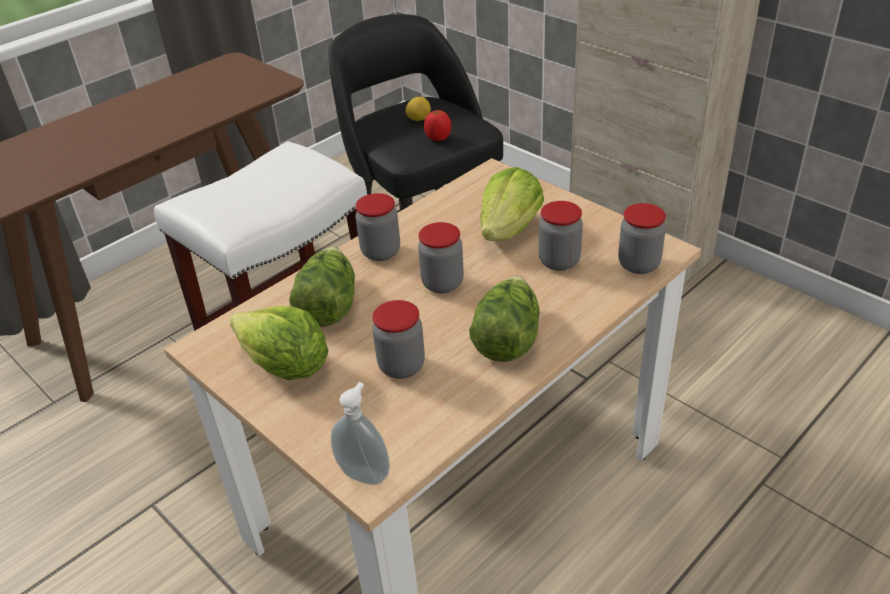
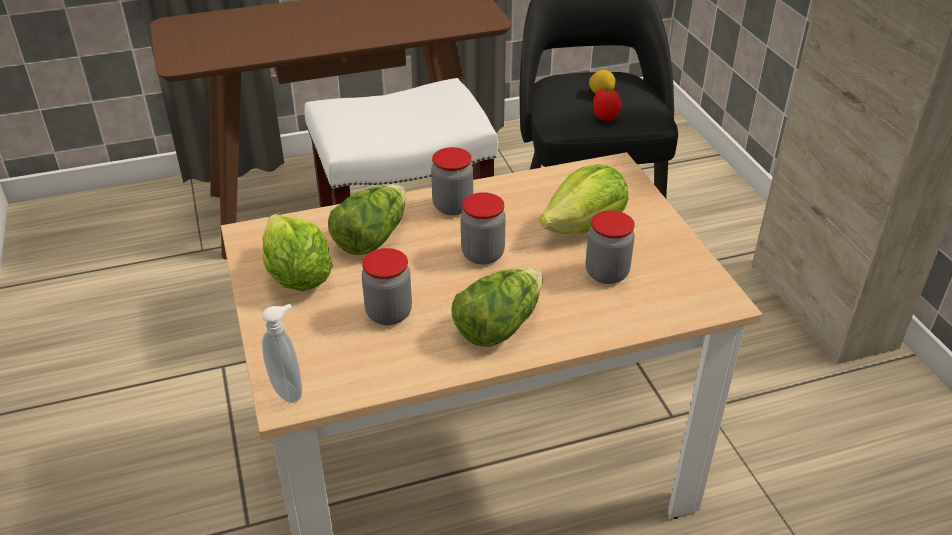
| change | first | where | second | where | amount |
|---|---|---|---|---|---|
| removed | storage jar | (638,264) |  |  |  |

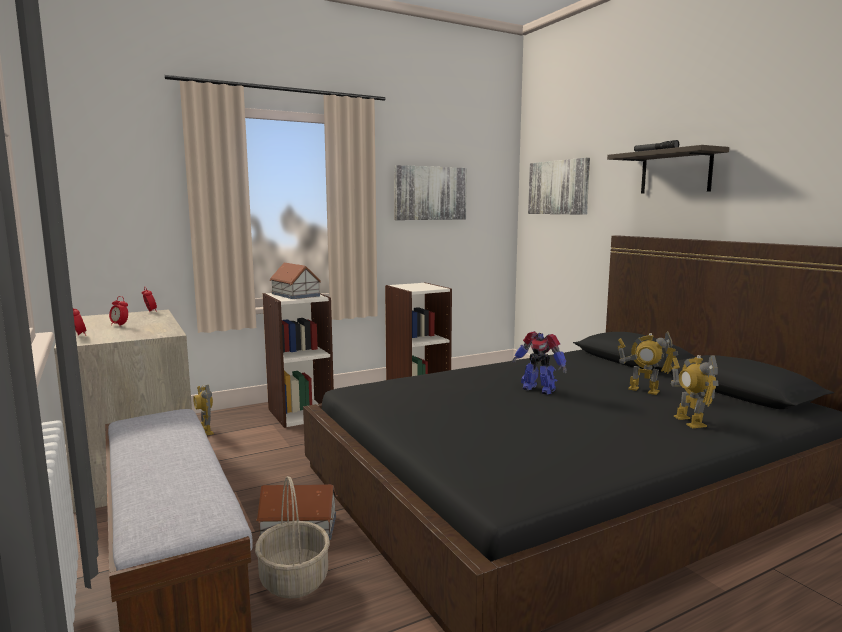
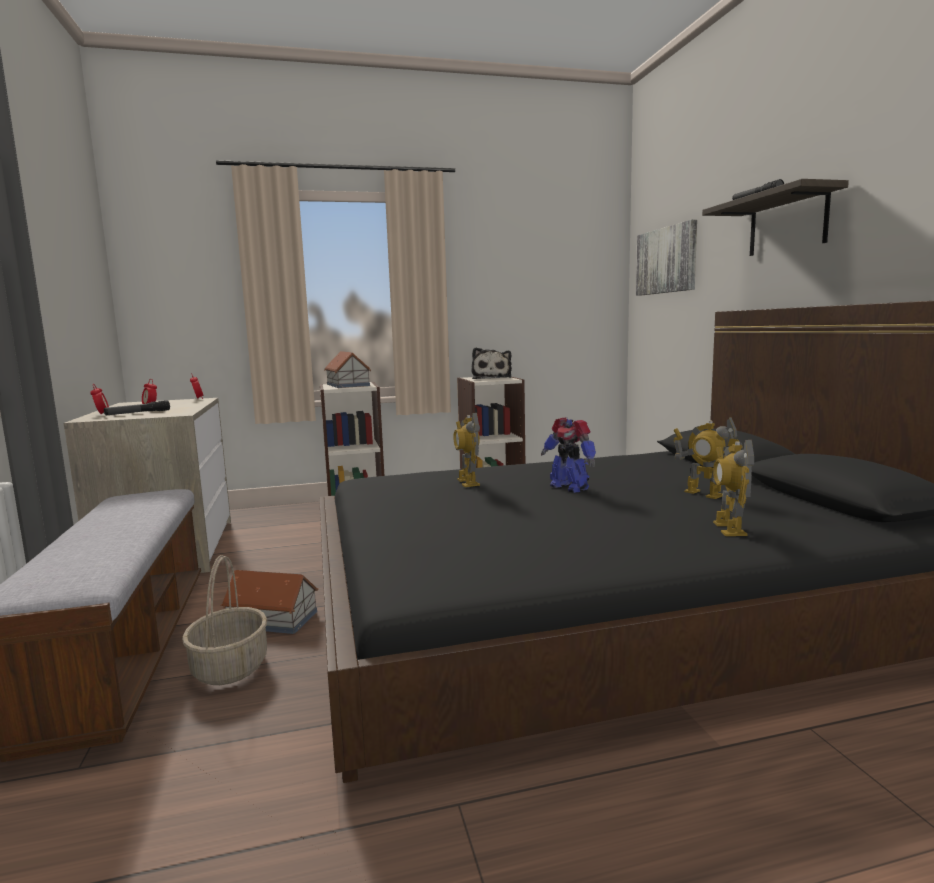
| change | first | where | second | where | amount |
|---|---|---|---|---|---|
| removed | wall art | (430,193) |  |  |  |
| added |  |  | hand torch | (138,413) |  |
| added |  |  | cuddly toy | (492,378) |  |
| moved | toy robot | (205,431) |  | (467,482) |  |

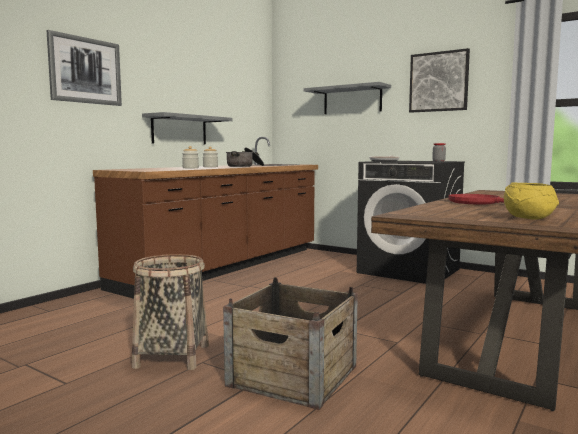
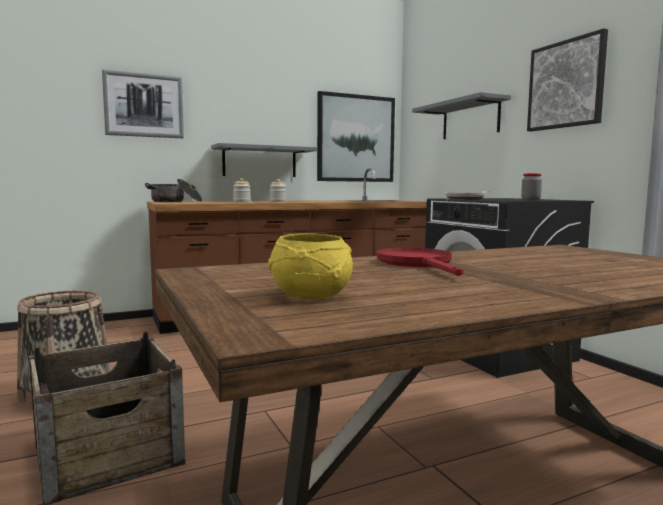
| change | first | where | second | where | amount |
|---|---|---|---|---|---|
| added |  |  | wall art | (355,138) |  |
| moved | saucepot | (245,166) |  | (175,201) |  |

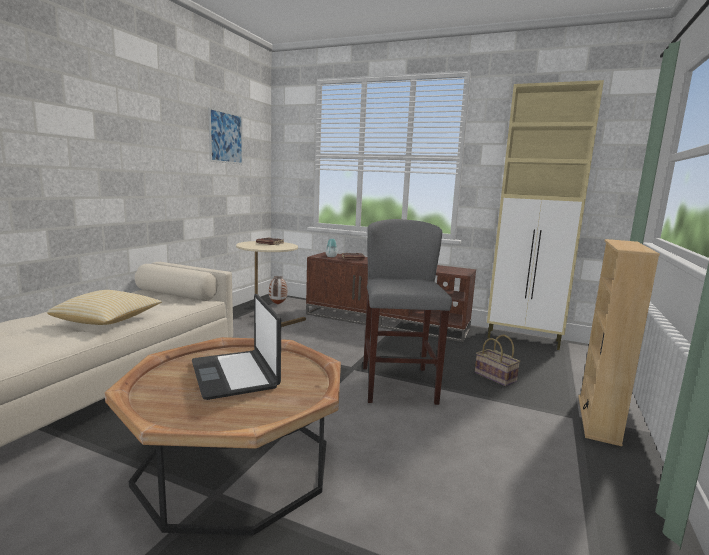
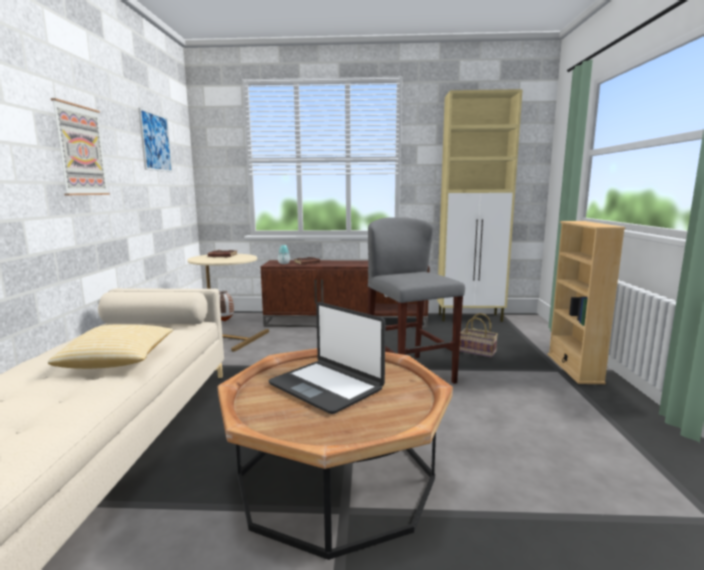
| change | first | where | second | where | amount |
|---|---|---|---|---|---|
| added |  |  | wall art | (80,151) |  |

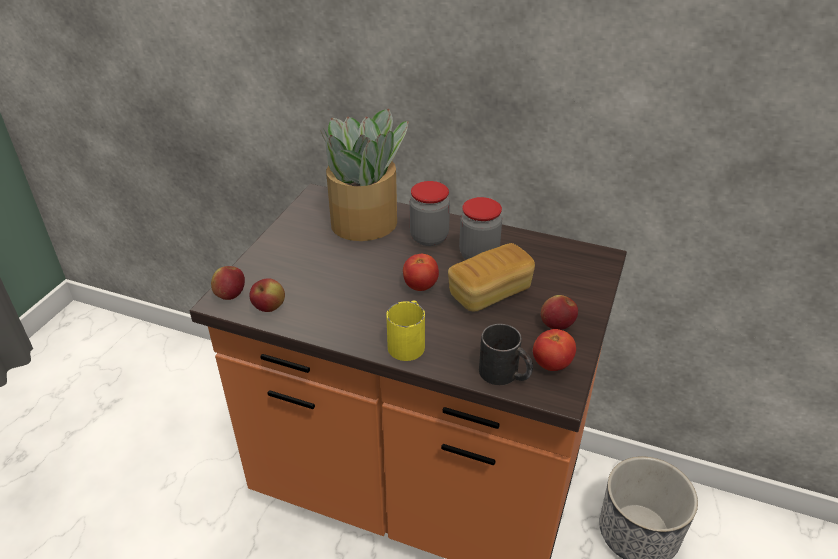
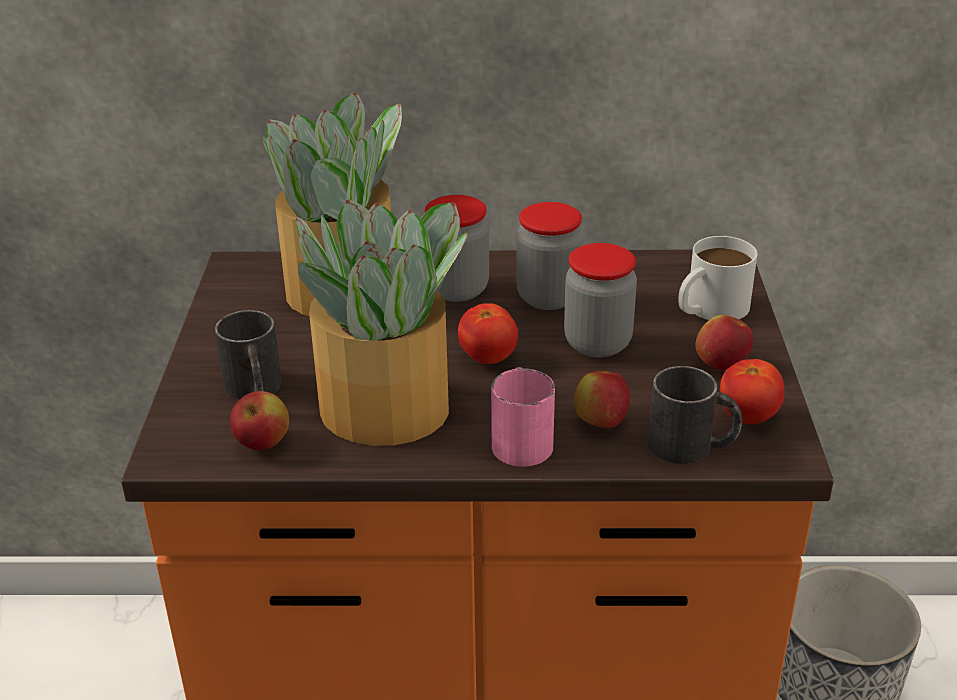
| change | first | where | second | where | amount |
|---|---|---|---|---|---|
| added |  |  | mug (black-coloured) | (255,390) |  |
| added |  |  | plant in a pot | (387,410) |  |
| added |  |  | mug (white) | (709,309) |  |
| moved | whole apple | (230,295) |  | (600,422) |  |
| replaced | bakery bread | (490,292) | storage jar | (597,343) |  |
| recoloured | mug (yellow) | (408,342) | mug (pinkish) | (521,438) |  |

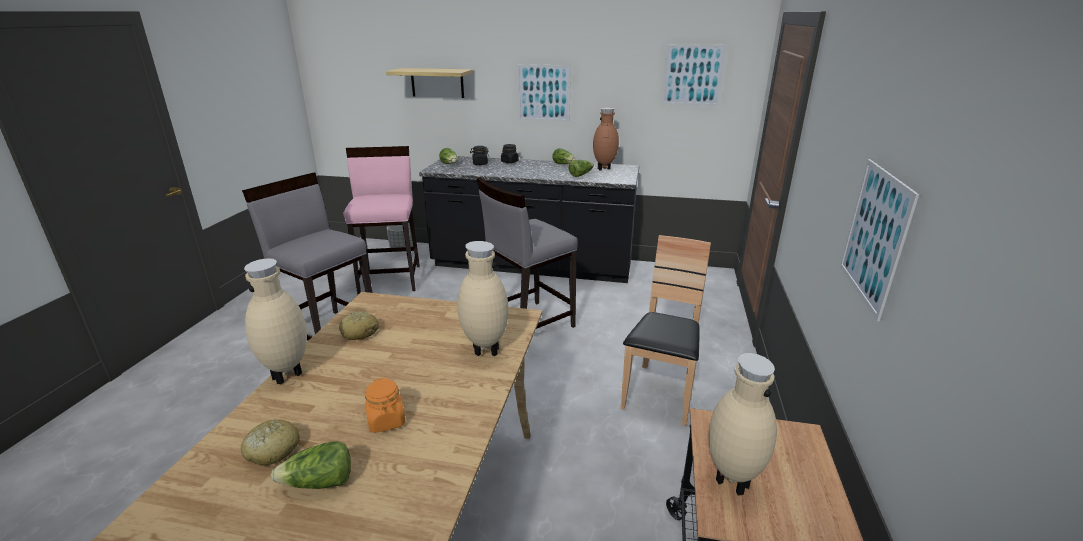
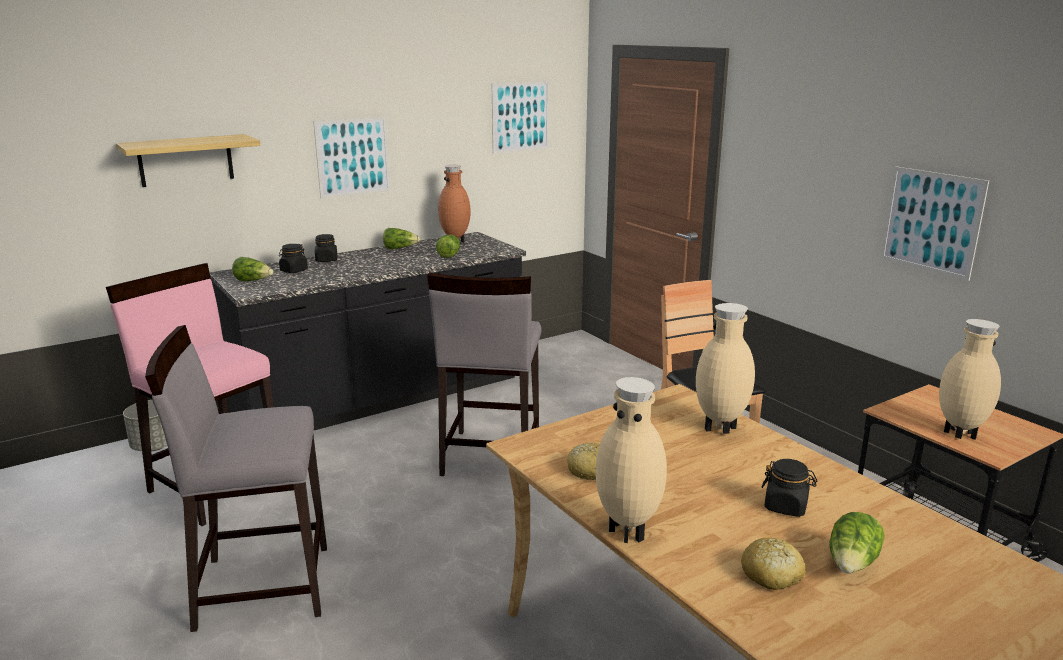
| change | first | where | second | where | amount |
|---|---|---|---|---|---|
| recoloured | storage jar (orange-coloured) | (386,421) | storage jar (black-coloured) | (786,506) |  |

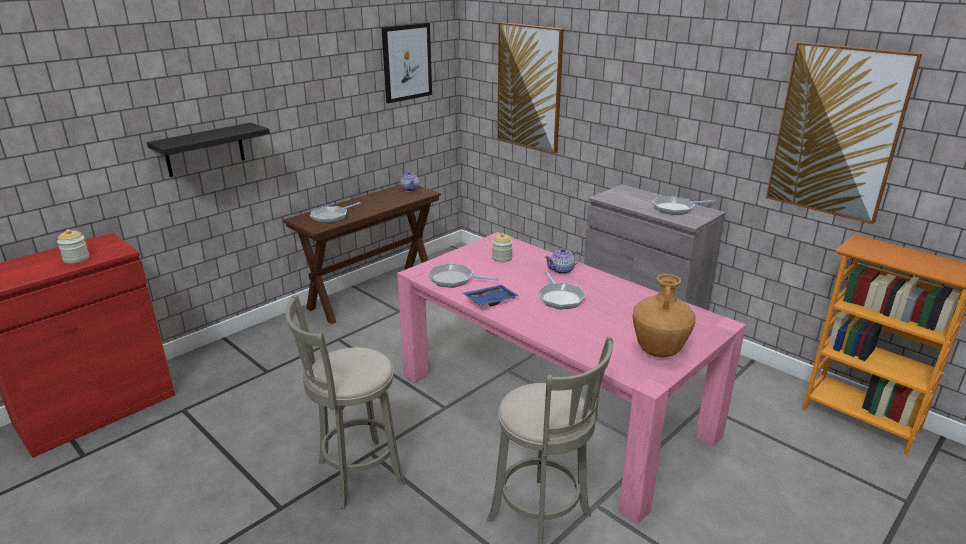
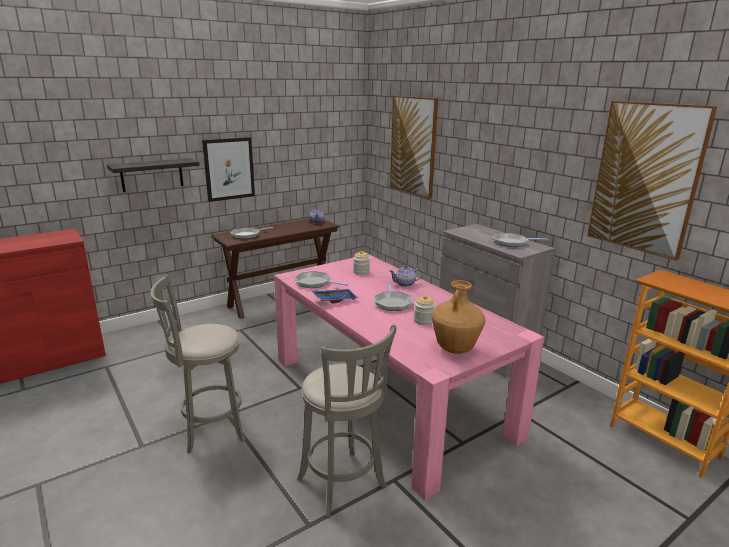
| change | first | where | second | where | amount |
|---|---|---|---|---|---|
| moved | storage jar | (76,258) |  | (423,320) |  |
| moved | wall art | (406,62) |  | (229,169) |  |

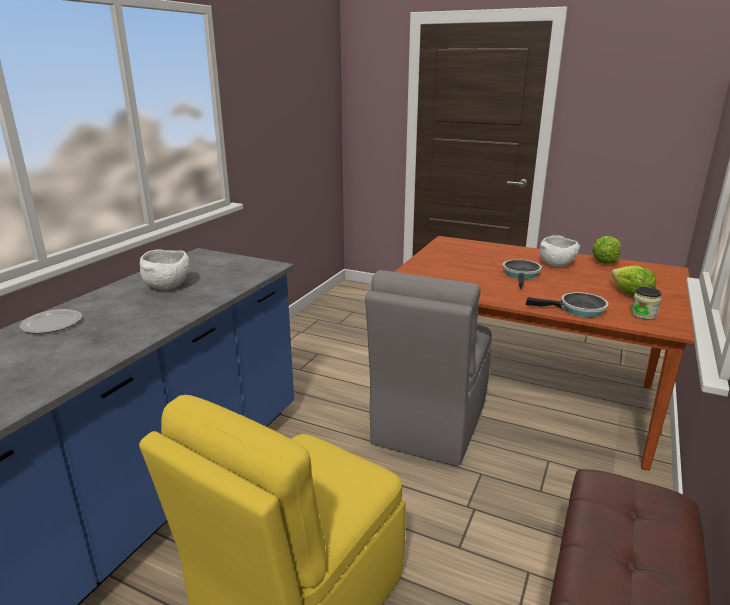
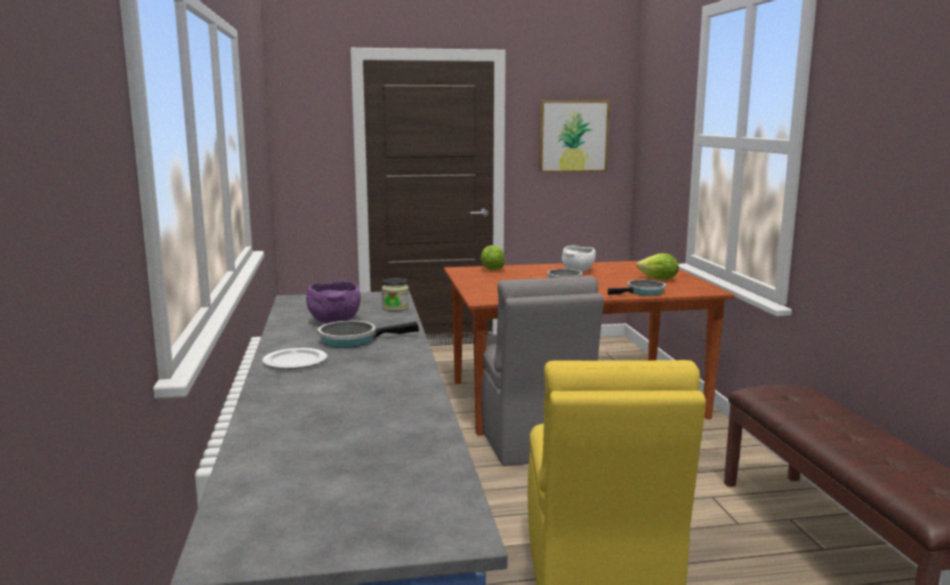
| change | first | where | second | where | amount |
|---|---|---|---|---|---|
| added |  |  | pan | (353,340) |  |
| added |  |  | wall art | (573,136) |  |
| moved | head of lettuce | (604,262) |  | (492,269) |  |
| moved | storage jar | (643,315) |  | (395,308) |  |
| recoloured | deep dish (white) | (168,286) | deep dish (purplish) | (334,321) |  |

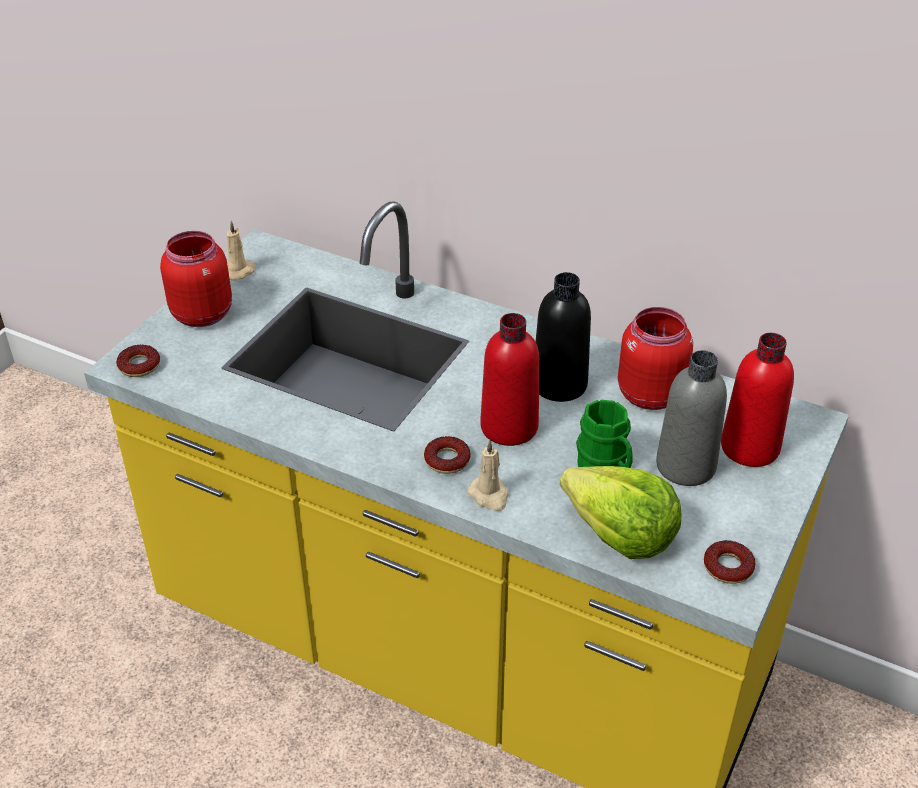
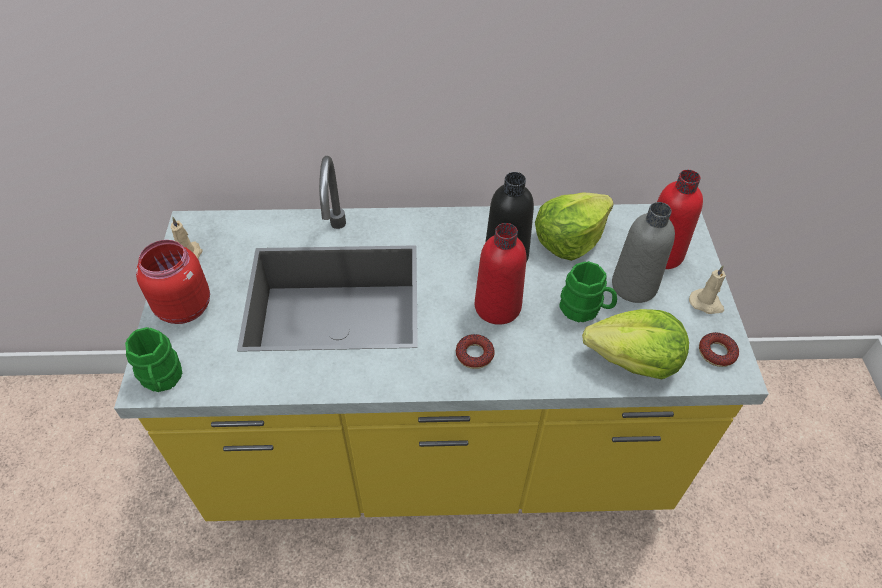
| change | first | where | second | where | amount |
|---|---|---|---|---|---|
| moved | candle (beige) | (489,496) |  | (706,303) |  |
| replaced | ring doughnut | (139,366) | mug (green-coloured) | (162,379) |  |
| replaced | storage jar (reddish) | (648,394) | head of lettuce | (569,239) |  |

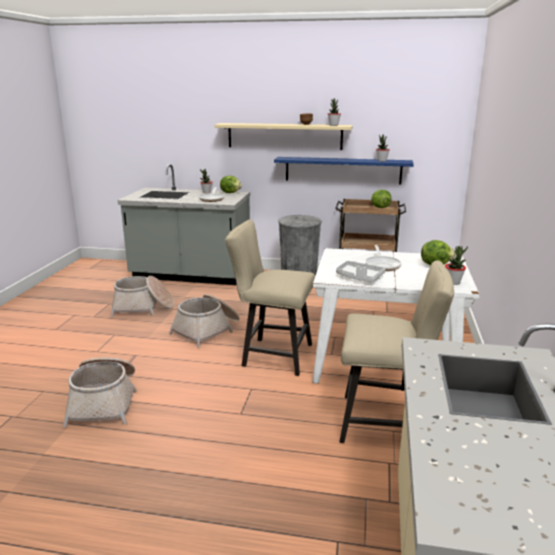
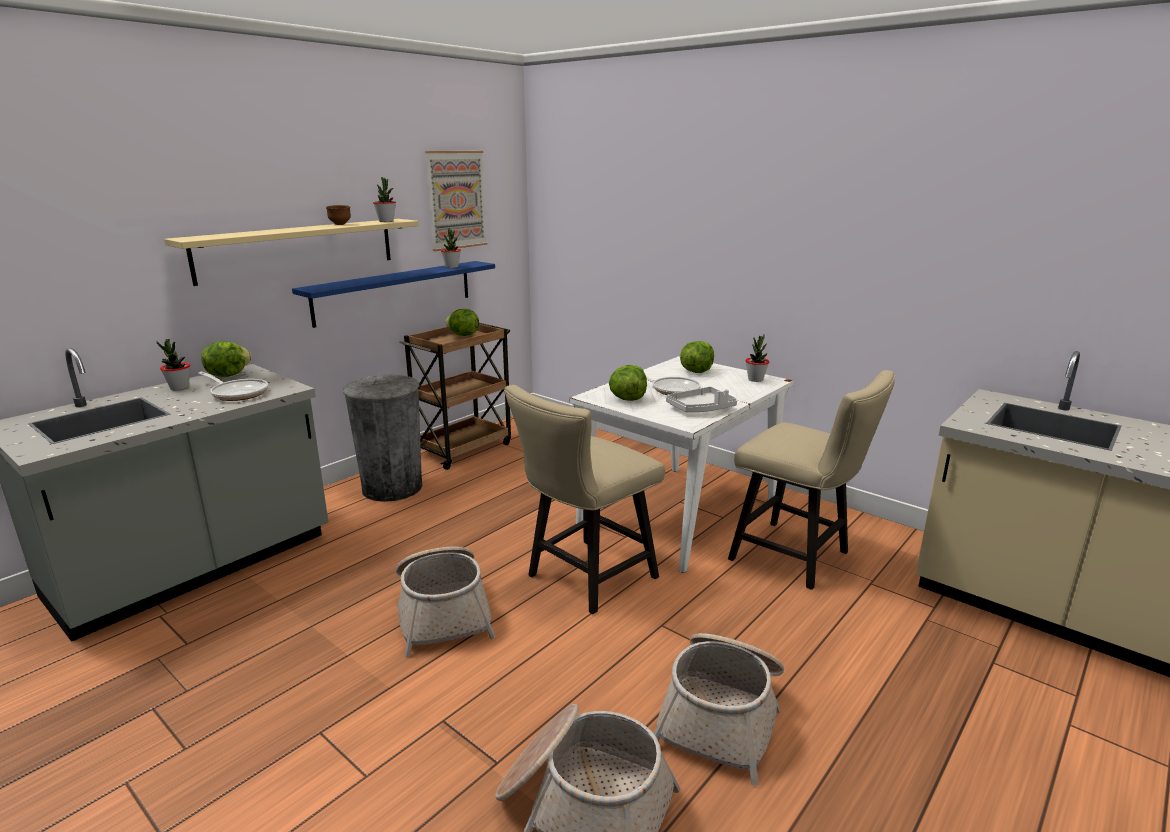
| change | first | where | second | where | amount |
|---|---|---|---|---|---|
| added |  |  | wall art | (456,200) |  |
| added |  |  | head of lettuce | (627,399) |  |
| moved | storage basket | (143,307) |  | (722,715) |  |
| turned | chair (beige) | (385,423) |  | (797,558) | 90 degrees clockwise |

